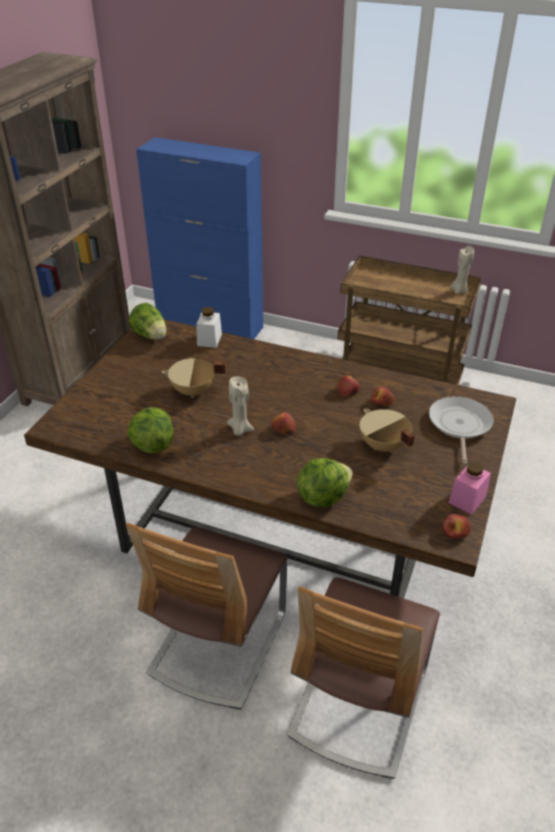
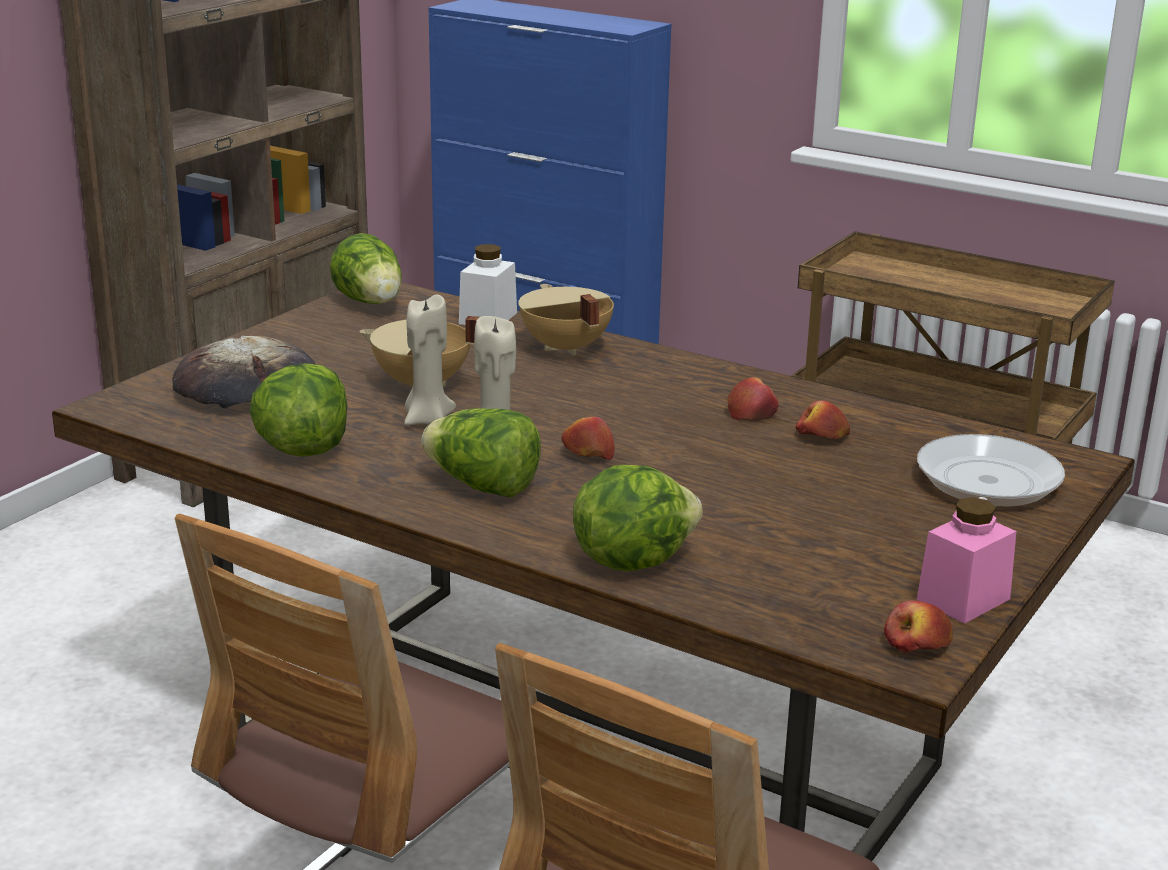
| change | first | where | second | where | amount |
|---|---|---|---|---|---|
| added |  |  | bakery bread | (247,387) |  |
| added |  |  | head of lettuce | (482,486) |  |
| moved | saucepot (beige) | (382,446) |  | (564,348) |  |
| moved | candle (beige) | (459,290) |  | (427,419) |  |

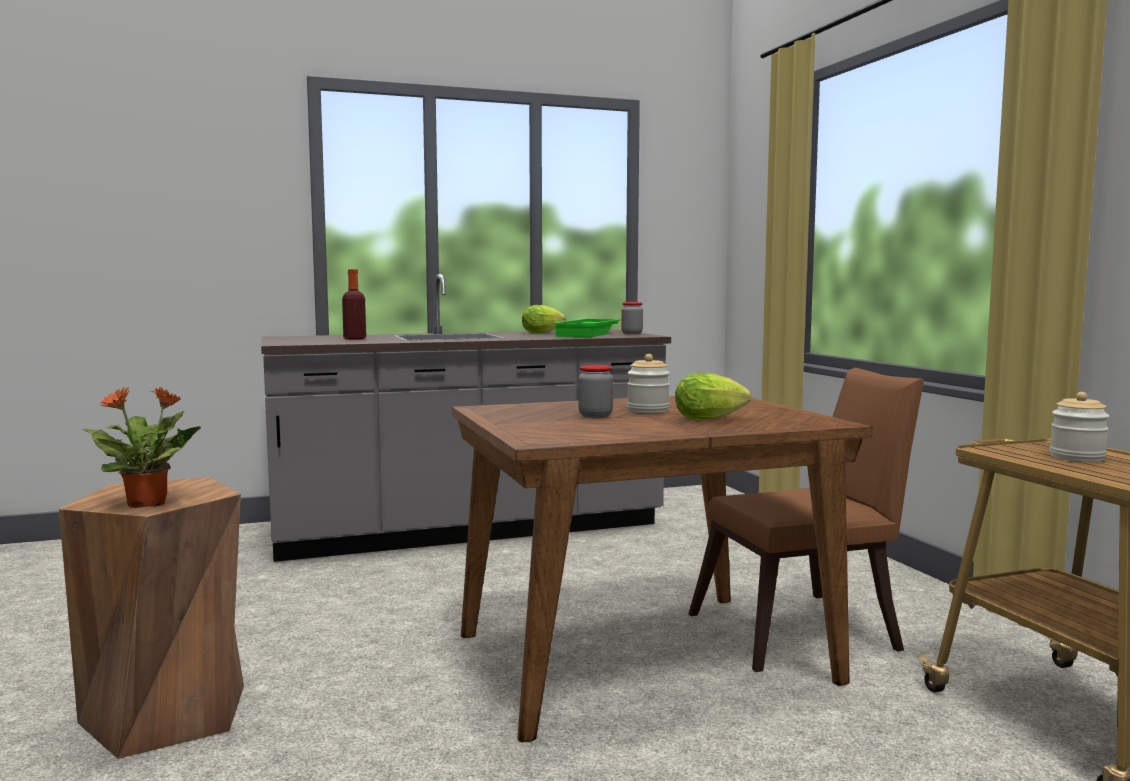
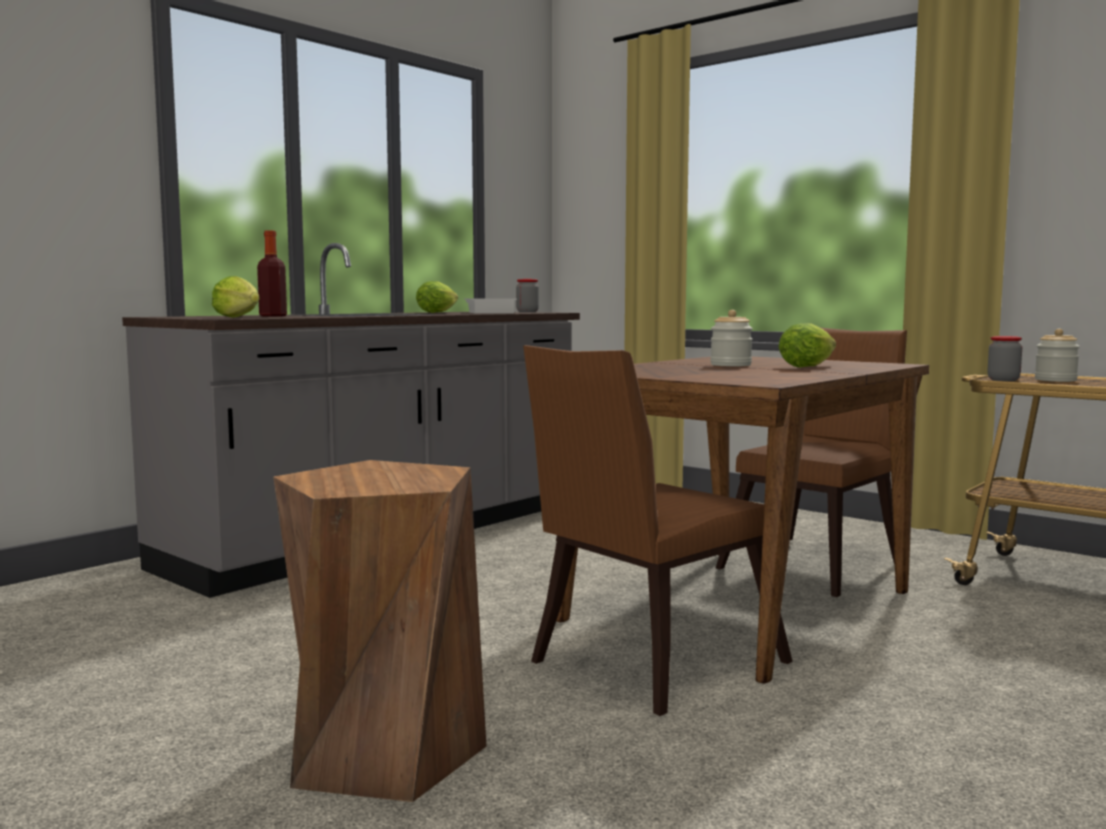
| change | first | where | second | where | amount |
|---|---|---|---|---|---|
| removed | plant in a pot | (149,503) |  |  |  |
| added |  |  | head of lettuce | (239,317) |  |
| added |  |  | chair (brown-coloured) | (646,665) |  |
| moved | storage jar | (595,416) |  | (1003,380) |  |
| recoloured | tray (green-coloured) | (589,334) | tray (white) | (490,312) |  |

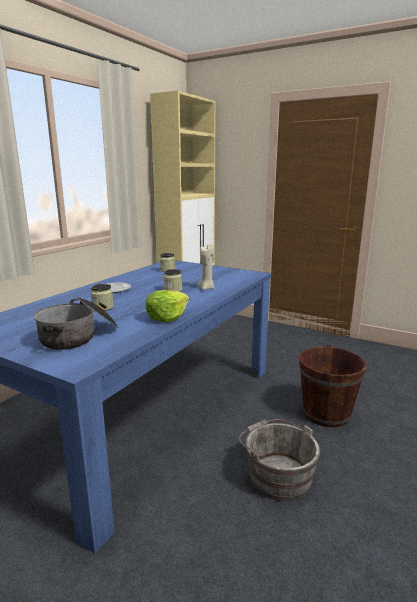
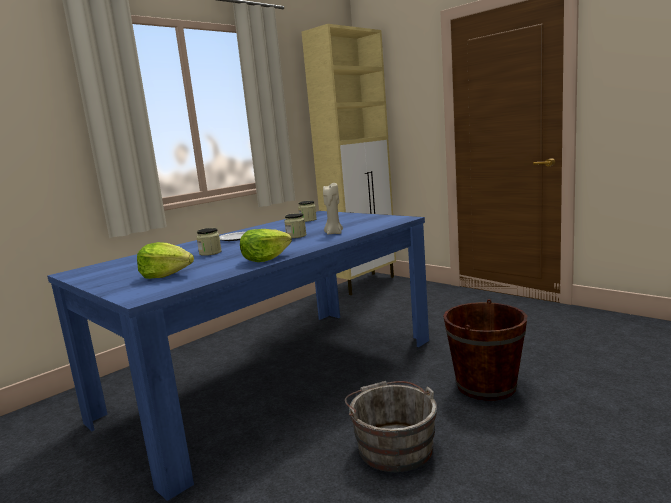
| change | first | where | second | where | amount |
|---|---|---|---|---|---|
| replaced | saucepot | (79,336) | head of lettuce | (166,275) |  |

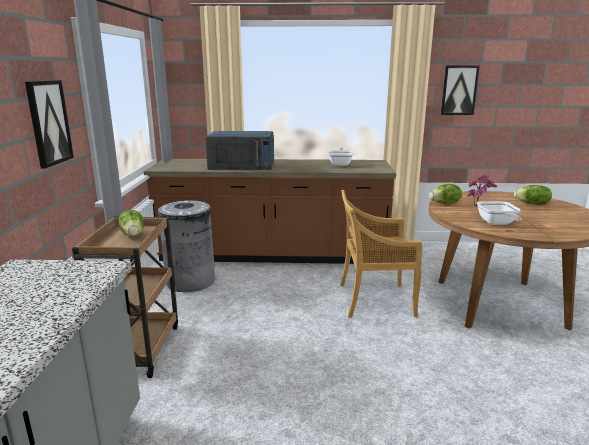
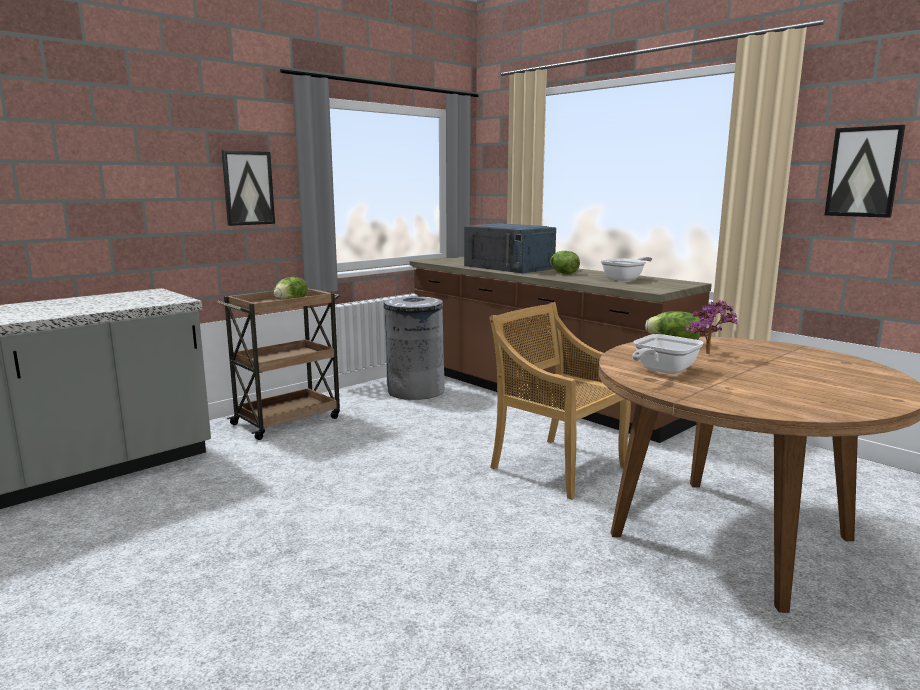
| change | first | where | second | where | amount |
|---|---|---|---|---|---|
| moved | head of lettuce | (532,204) |  | (563,273) |  |

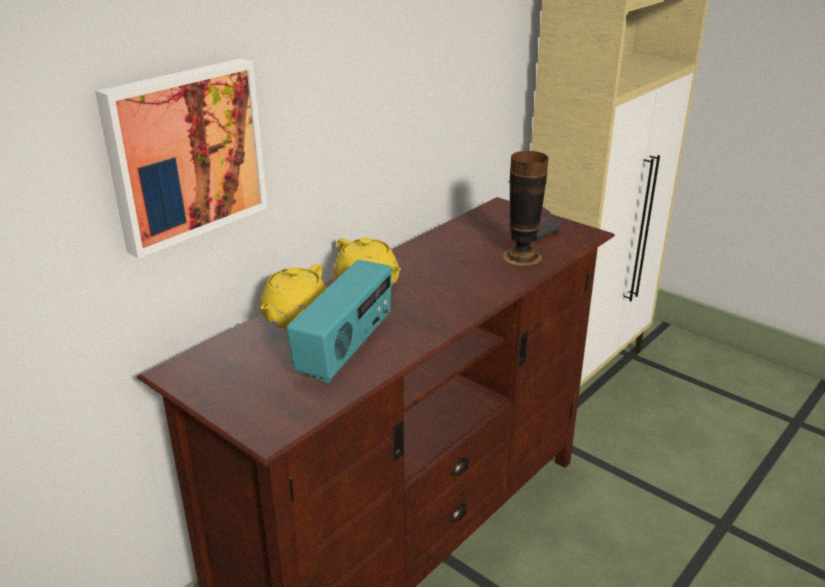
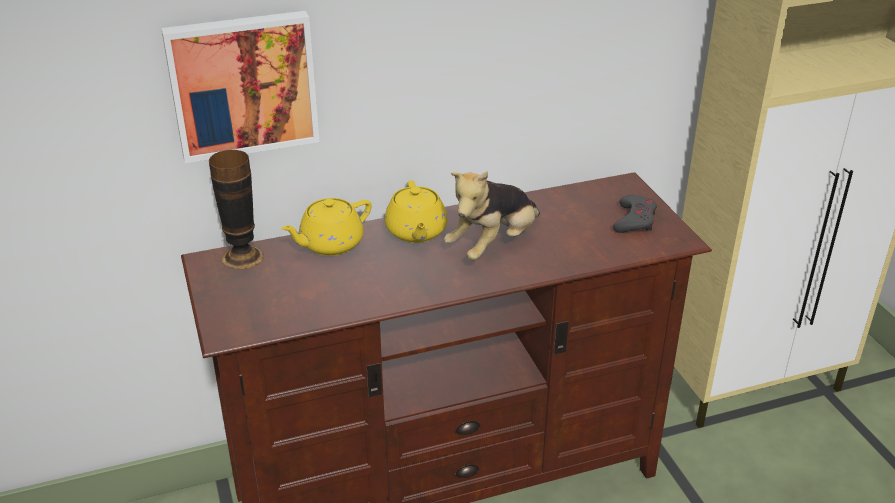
| change | first | where | second | where | amount |
|---|---|---|---|---|---|
| removed | radio set | (346,349) |  |  |  |
| added |  |  | cuddly toy | (493,245) |  |
| moved | decorative vase | (522,257) |  | (242,257) |  |

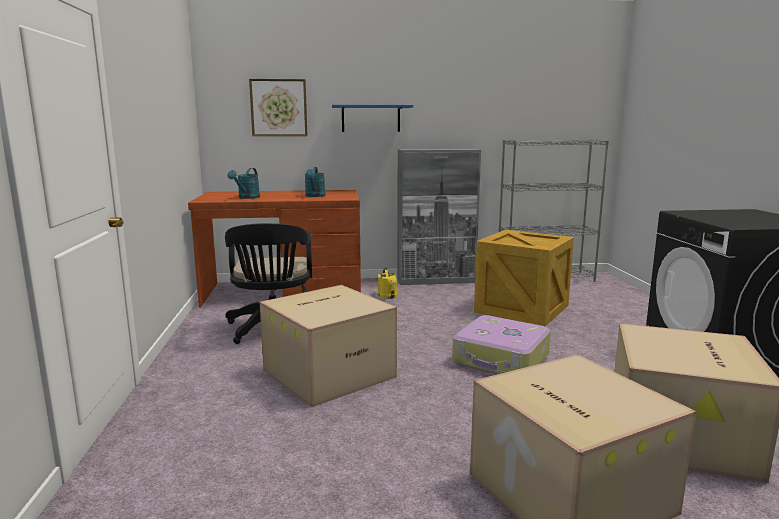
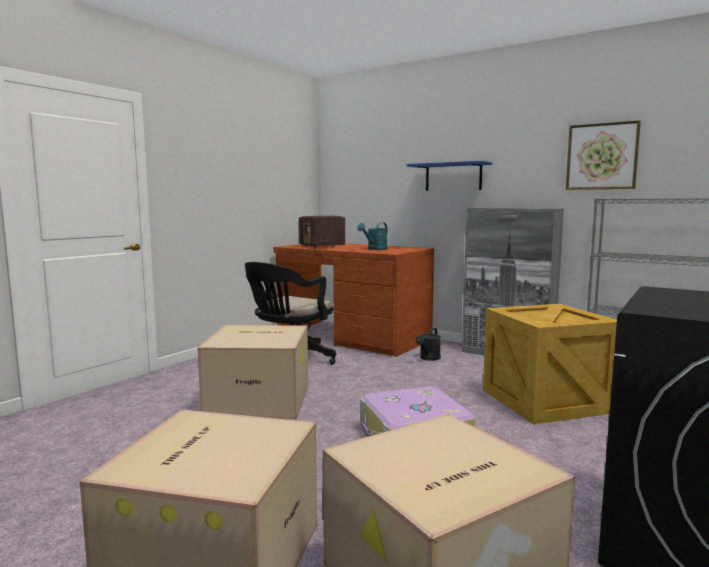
| change | first | where | second | where | amount |
|---|---|---|---|---|---|
| moved | wall art | (278,108) |  | (601,156) |  |
| replaced | sprinkling can (turquoise-coloured) | (247,198) | radio set | (322,247) |  |
| recoloured | sprinkling can (yellow) | (388,297) | sprinkling can (black-coloured) | (428,358) |  |

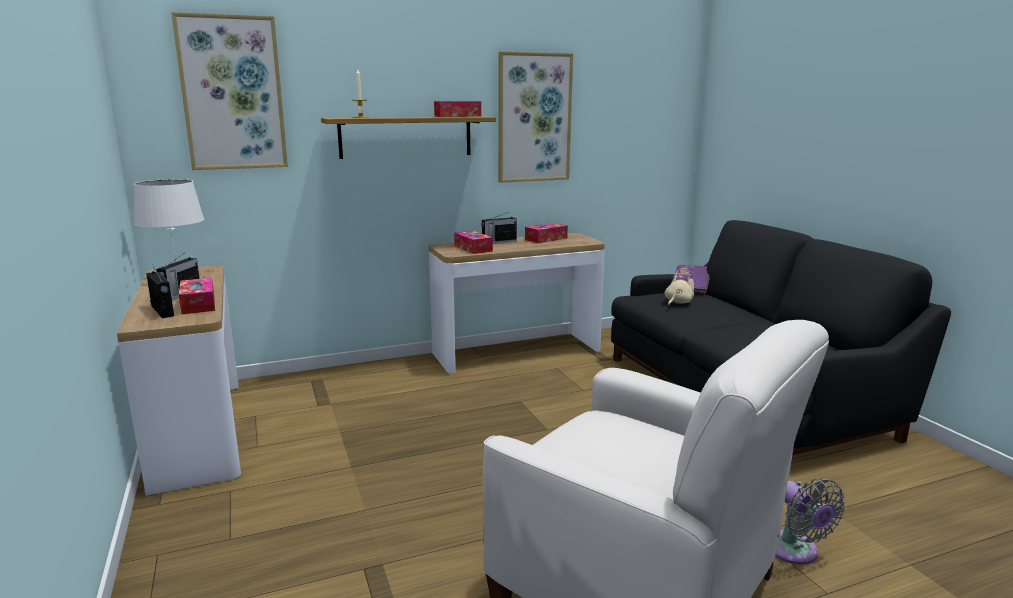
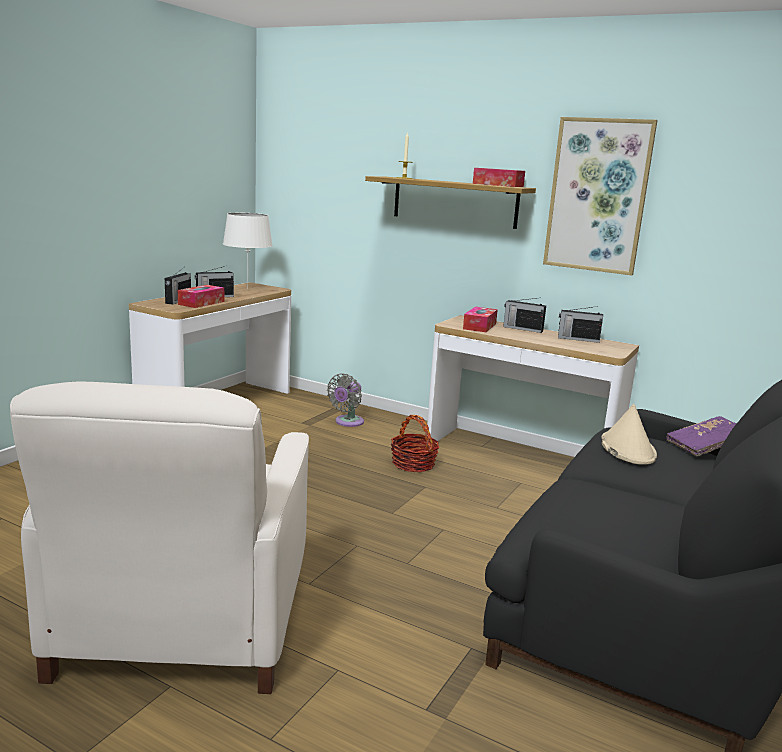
| change | first | where | second | where | amount |
|---|---|---|---|---|---|
| removed | wall art | (232,93) |  |  |  |
| added |  |  | storage basket | (413,464) |  |
| moved | cooling fan (grey) | (795,552) |  | (347,422) |  |
| replaced | tissue holder | (546,239) | radio set | (577,339) |  |
| replaced | cuddly toy (beige) | (677,302) | wearable hat (beige) | (627,449) |  |

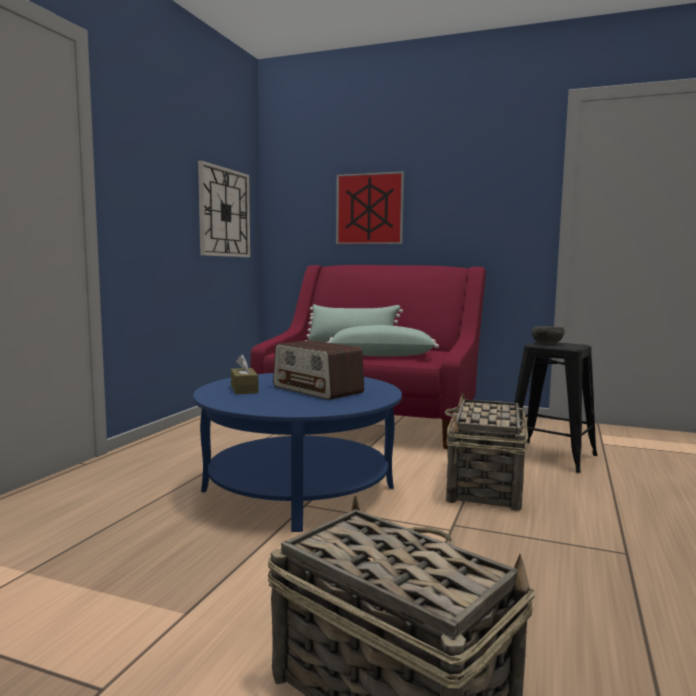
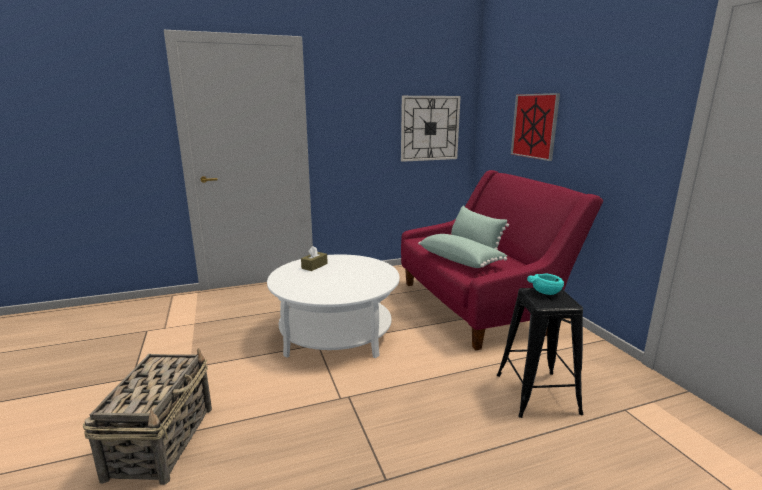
| change | first | where | second | where | amount |
|---|---|---|---|---|---|
| removed | radio set | (317,390) |  |  |  |
| removed | storage basket | (484,486) |  |  |  |
| recoloured | low table (bluish) | (299,488) | low table (white) | (336,334) |  |
| recoloured | deep dish (grey) | (546,343) | deep dish (turquoise-coloured) | (545,292) |  |

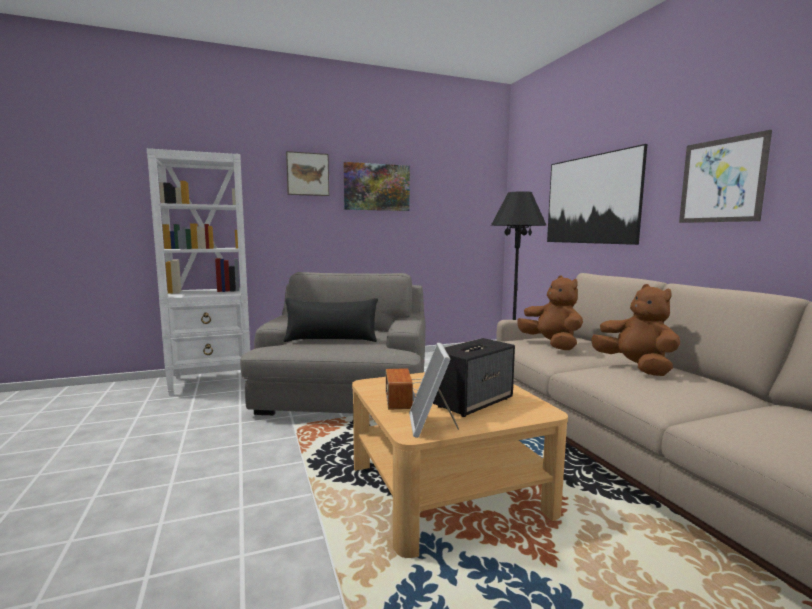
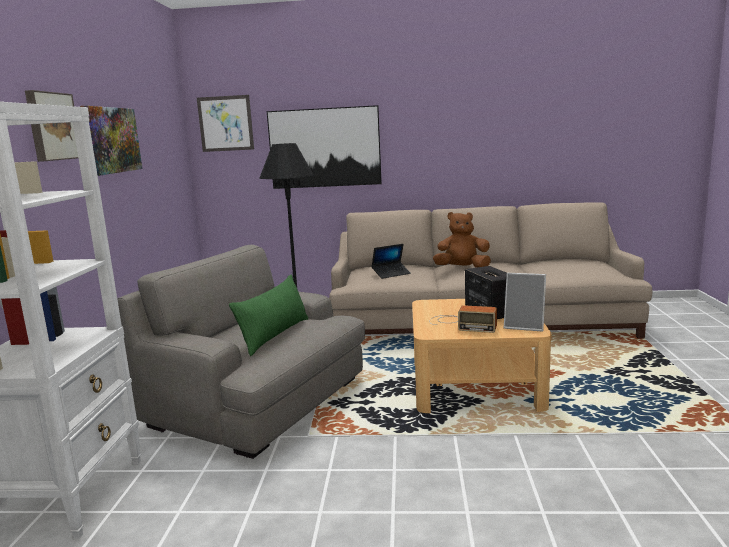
| change | first | where | second | where | amount |
|---|---|---|---|---|---|
| moved | wall art | (721,180) |  | (225,123) |  |
| replaced | cuddly toy (brown-coloured) | (551,345) | notebook computer | (391,274) |  |
| recoloured | cushion (black-coloured) | (331,340) | cushion (green-coloured) | (274,335) |  |

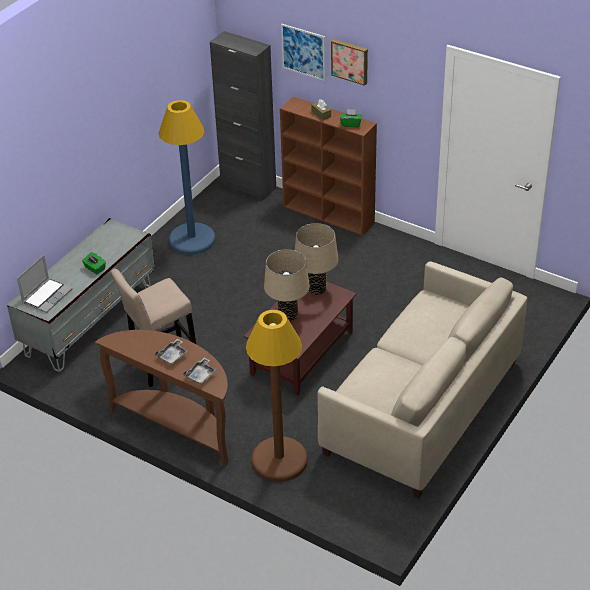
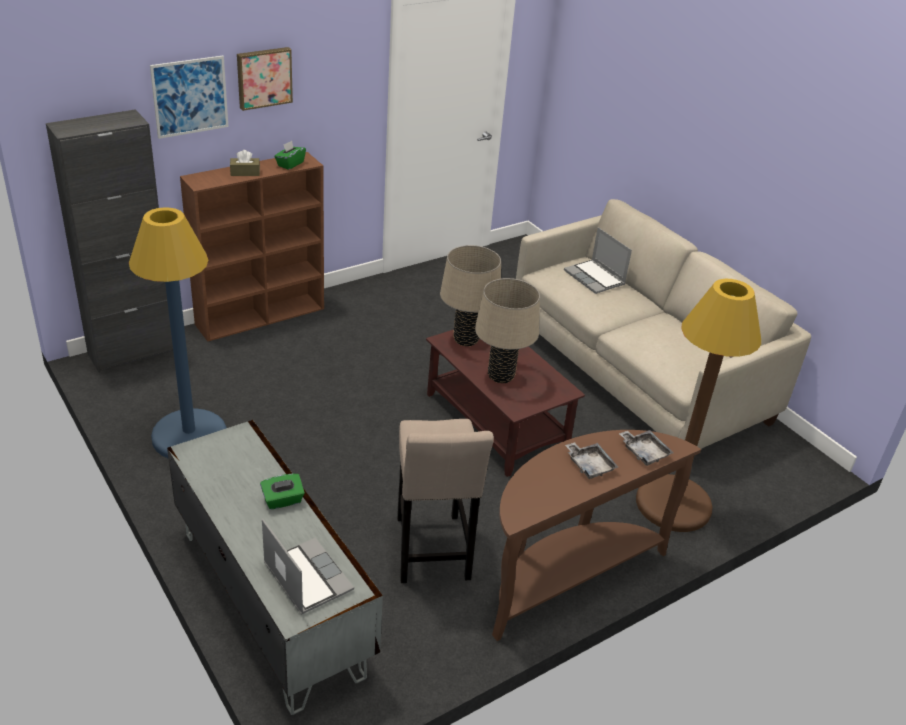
| change | first | where | second | where | amount |
|---|---|---|---|---|---|
| added |  |  | notebook computer | (595,278) |  |

